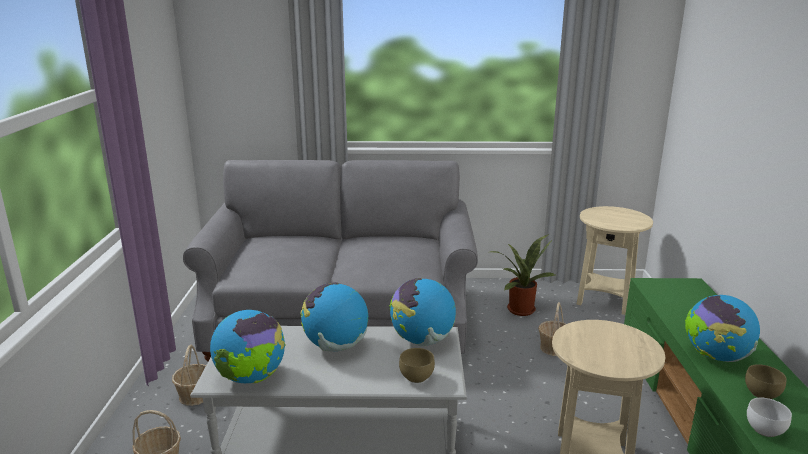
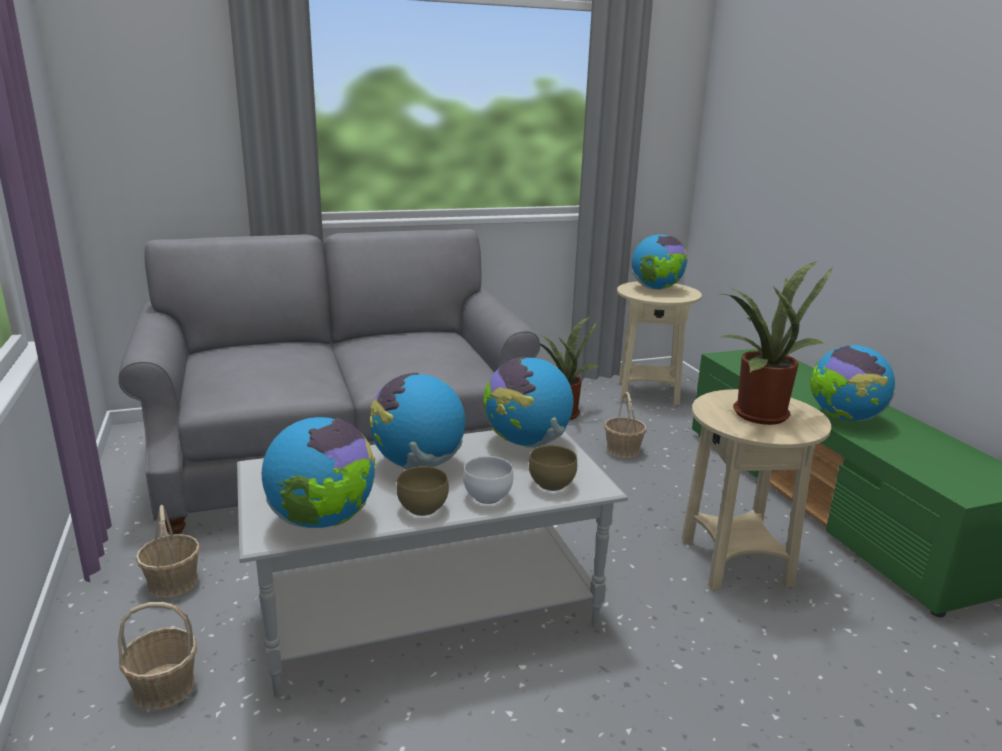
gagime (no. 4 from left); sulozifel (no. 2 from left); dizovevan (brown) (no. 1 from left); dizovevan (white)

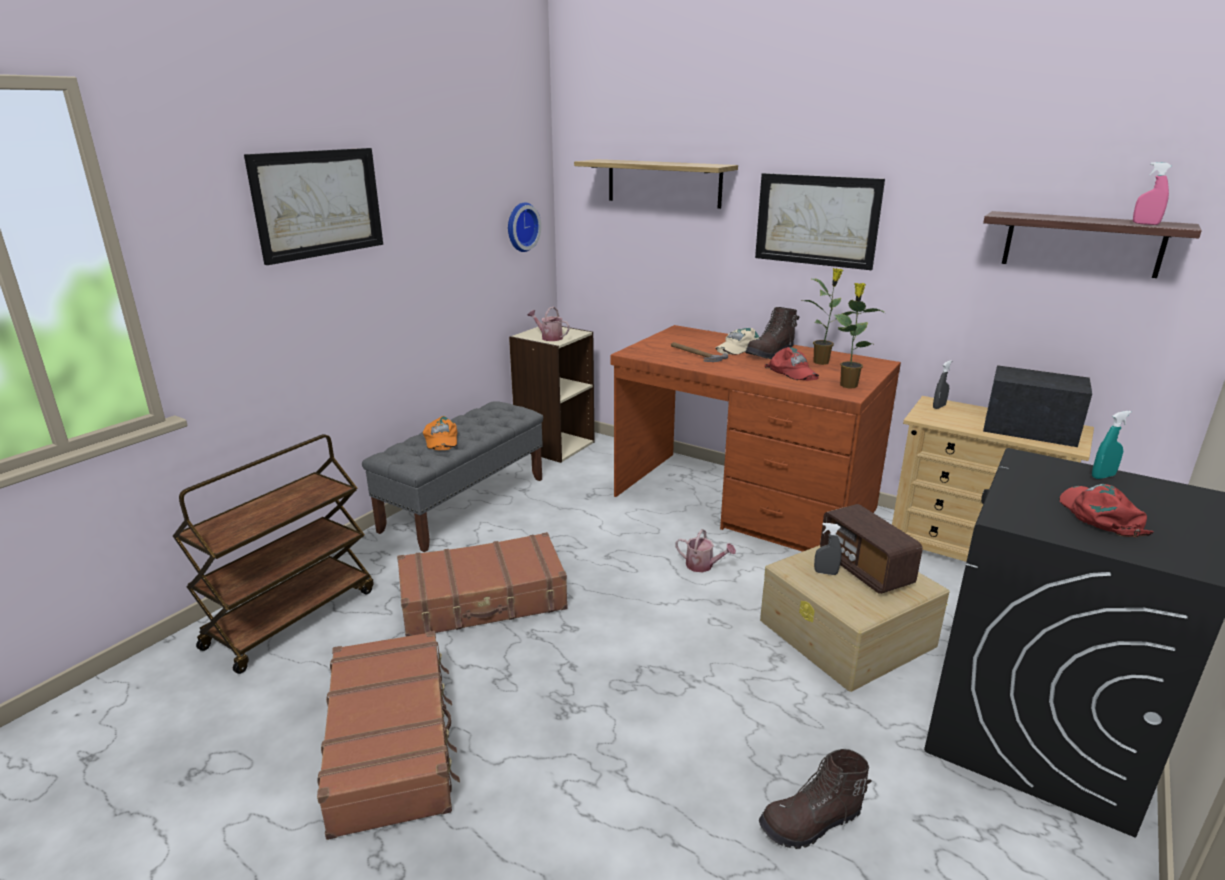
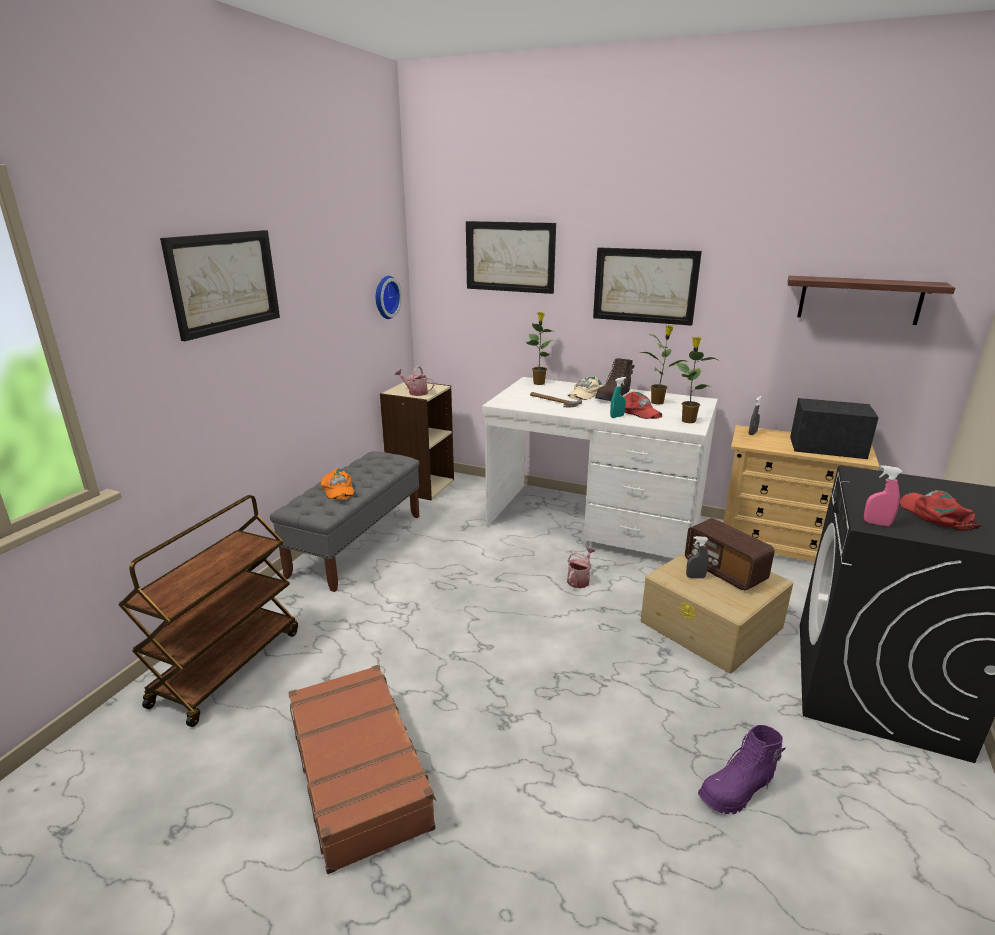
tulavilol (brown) (no. 2 from left in the first image); sulozifel (no. 1 from left); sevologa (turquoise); sevologa (pink); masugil (no. 2 from left); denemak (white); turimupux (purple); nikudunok (no. 2 from left)

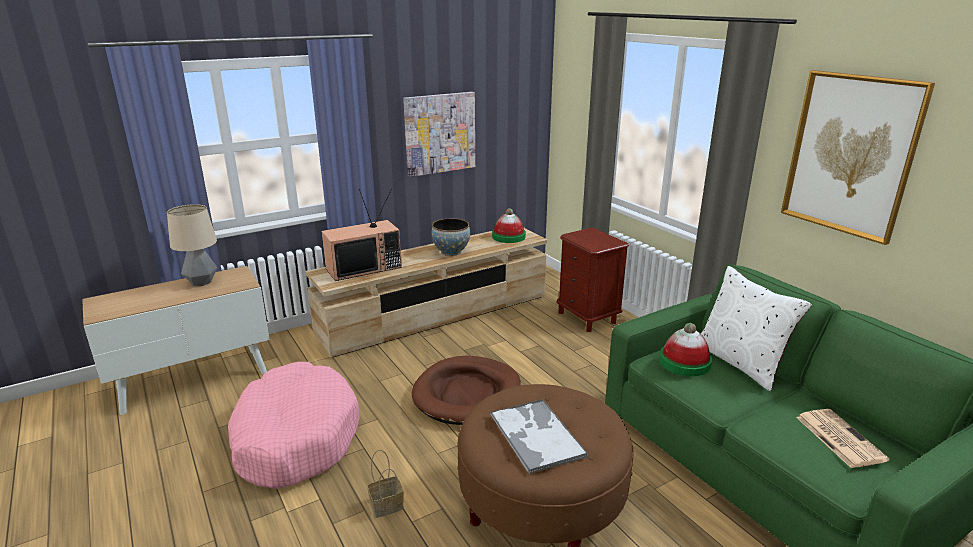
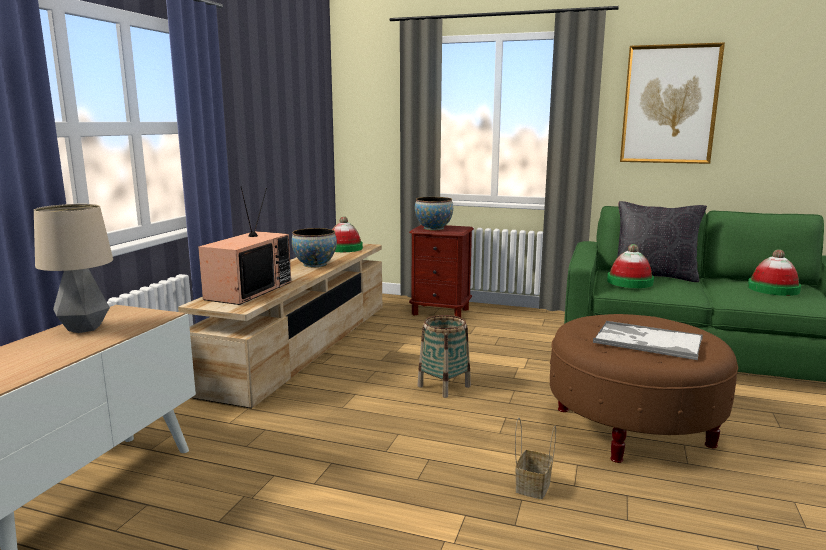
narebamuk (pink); masugil (no. 1 from left in the first image); dizovevan (no. 2 from left); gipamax (no. 1 from left); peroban (no. 3 from left); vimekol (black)

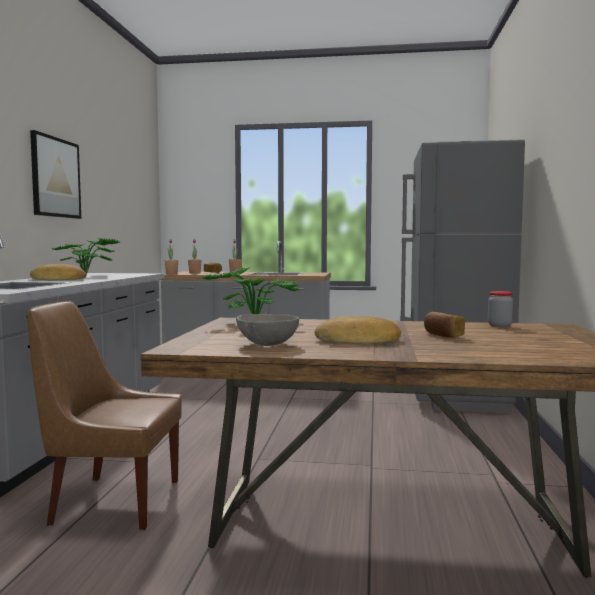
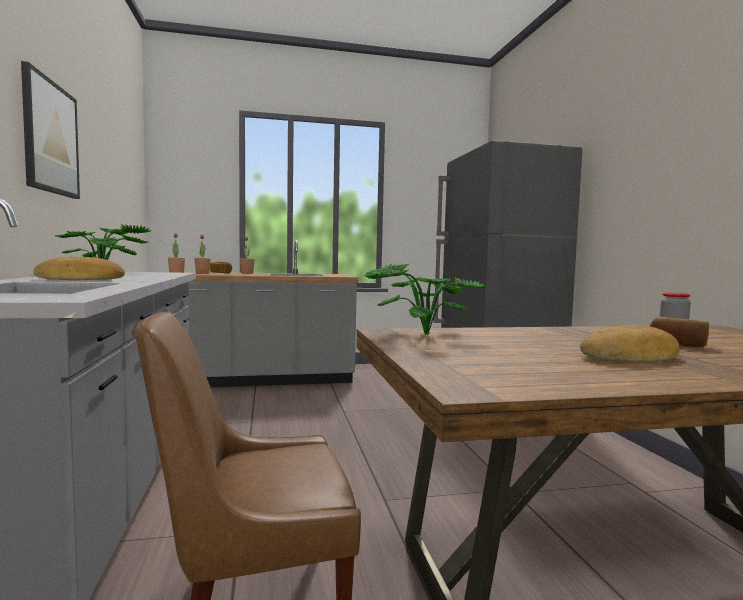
dizovevan (grey)

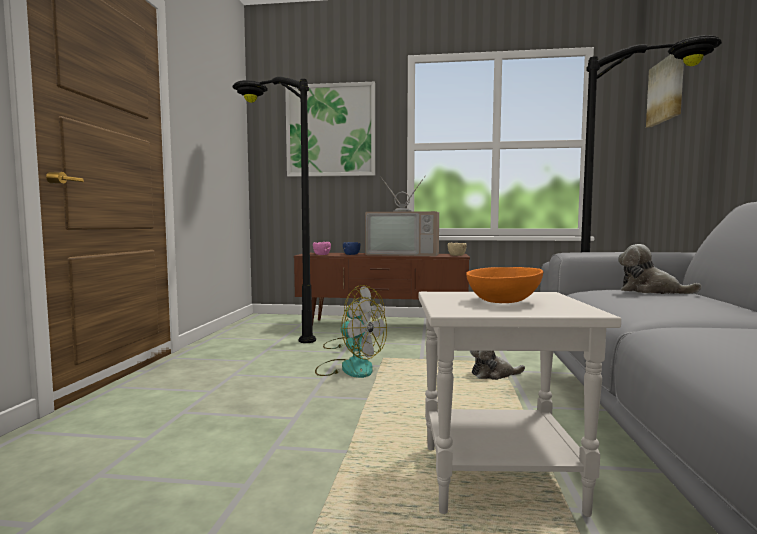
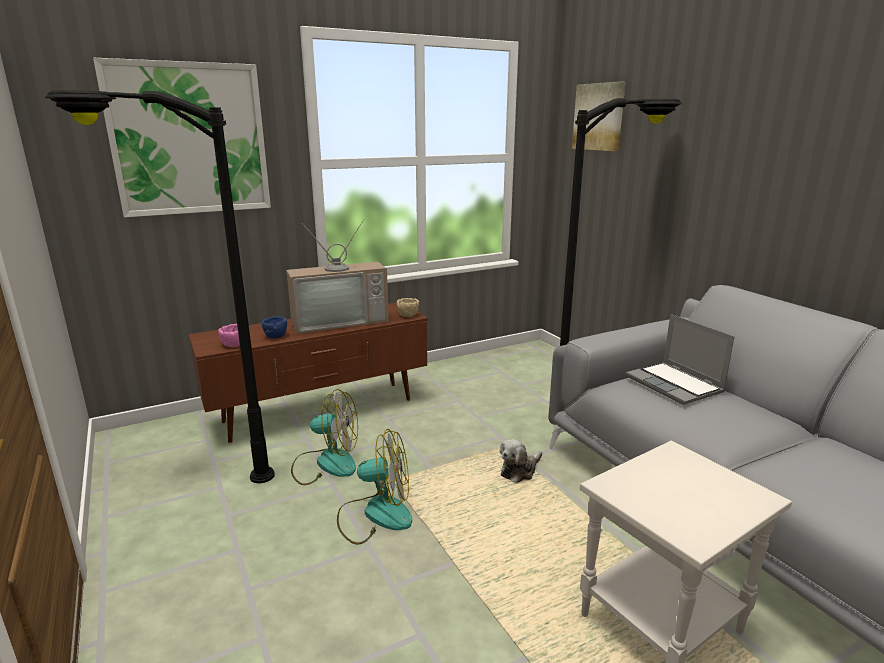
dizovevan (orange); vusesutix

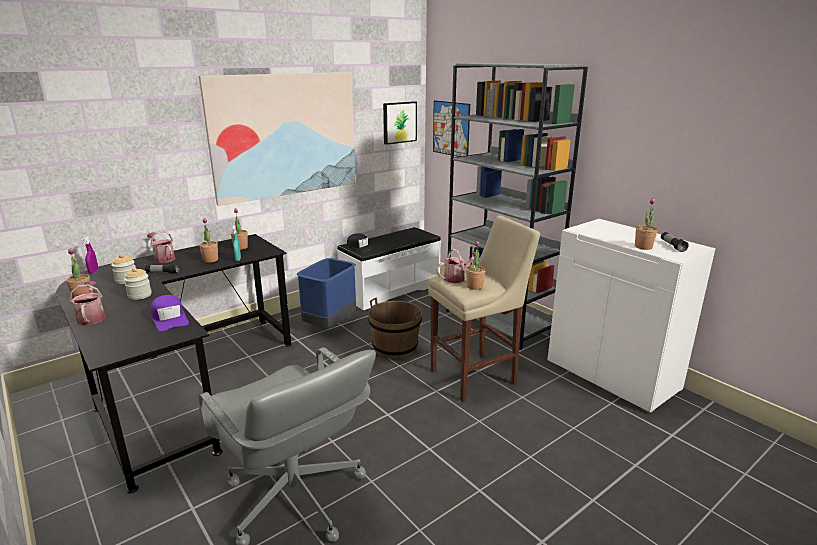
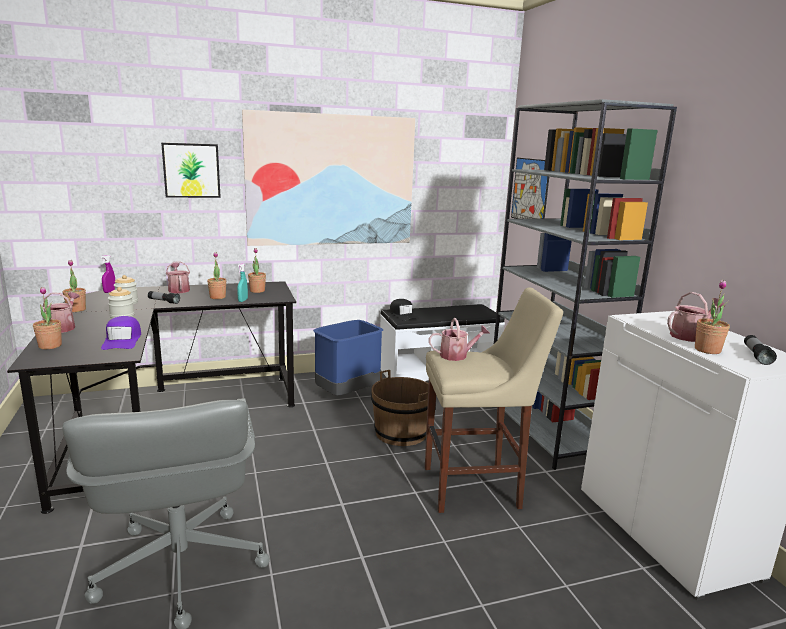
nikudunok (no. 4 from left); masugil (no. 1 from left); sulozifel (no. 1 from left)

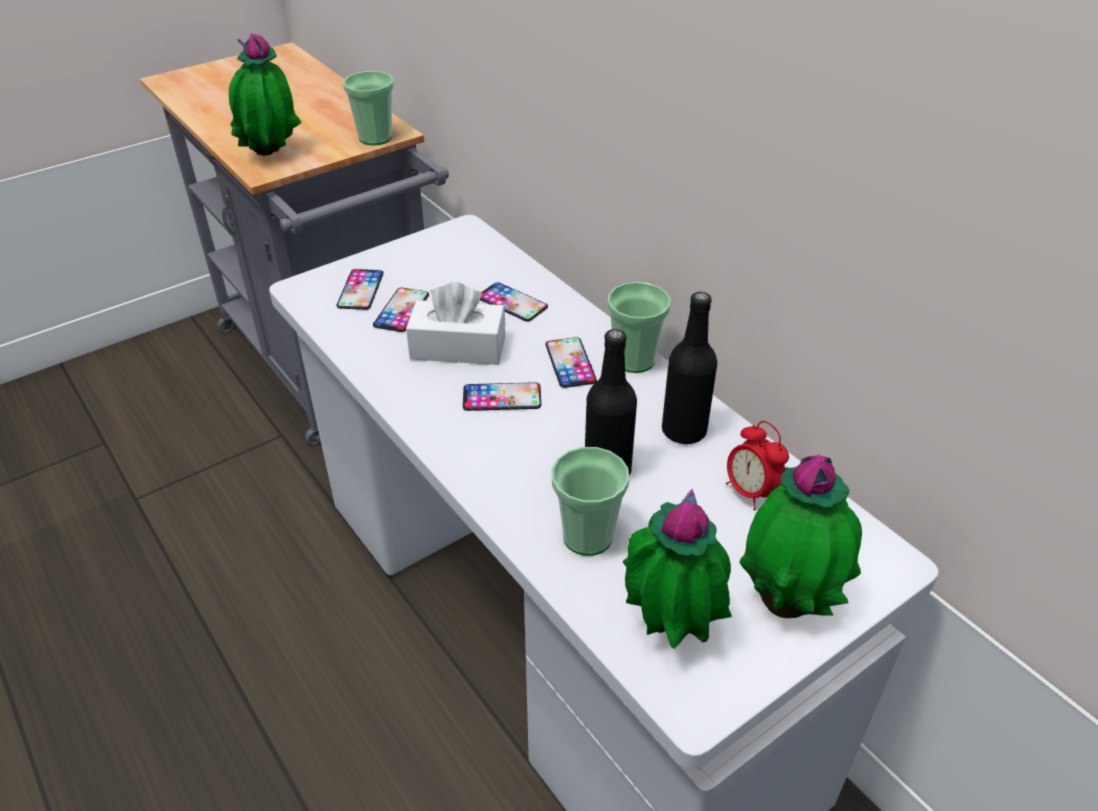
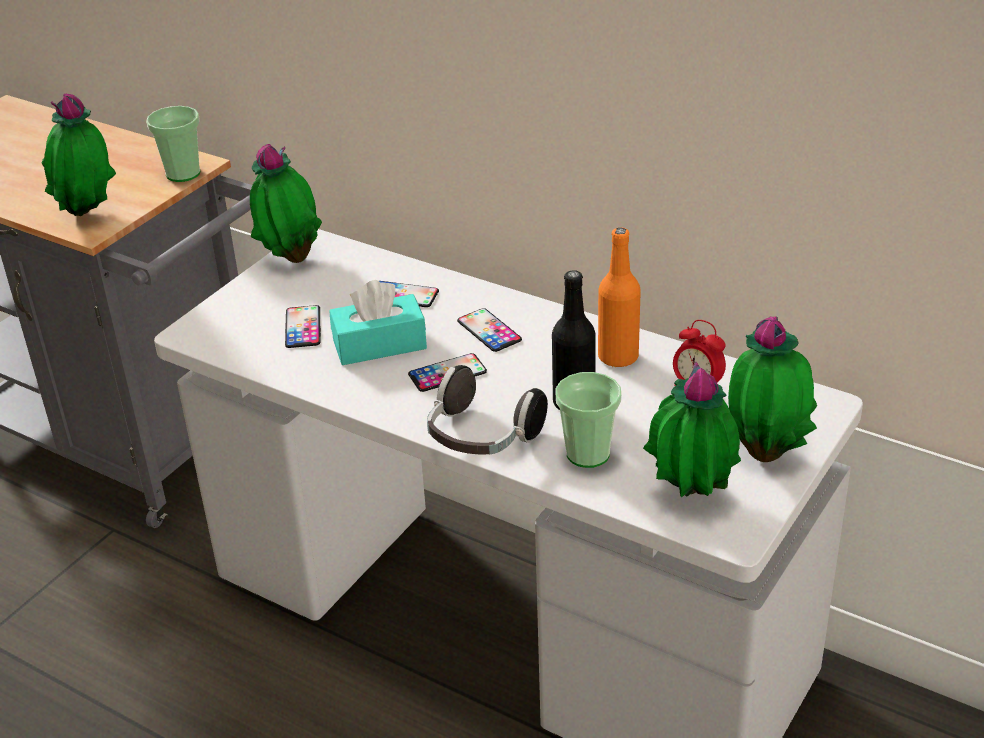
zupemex (no. 1 from left in the first image); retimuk (no. 3 from left in the first image); sulozifel (no. 2 from left); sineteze; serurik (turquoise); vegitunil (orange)

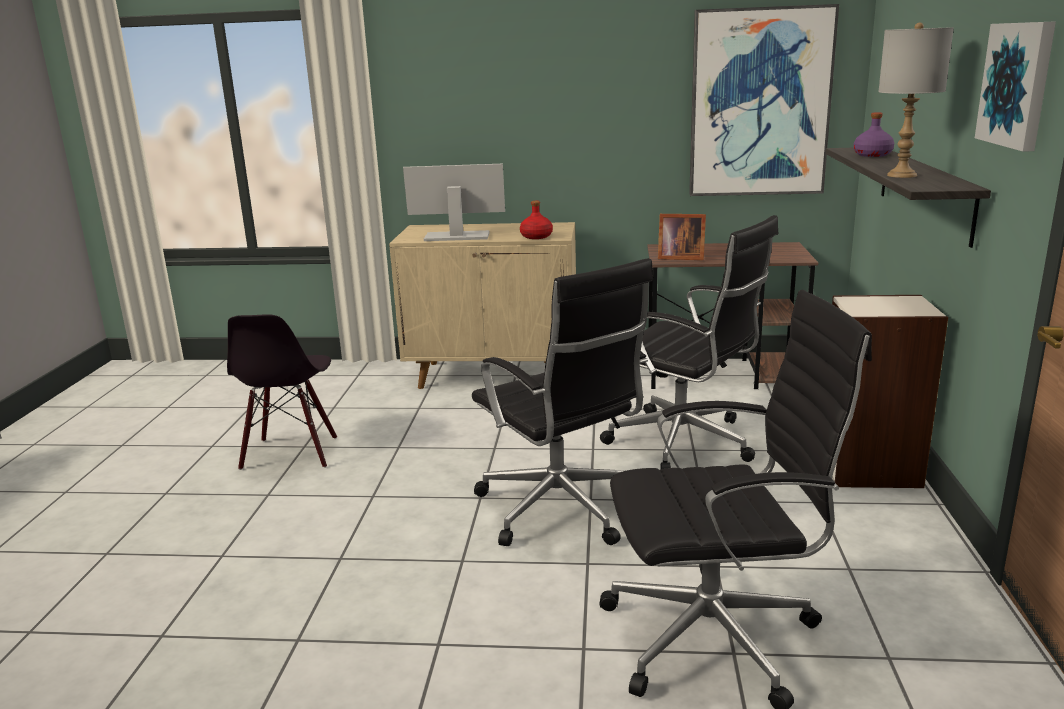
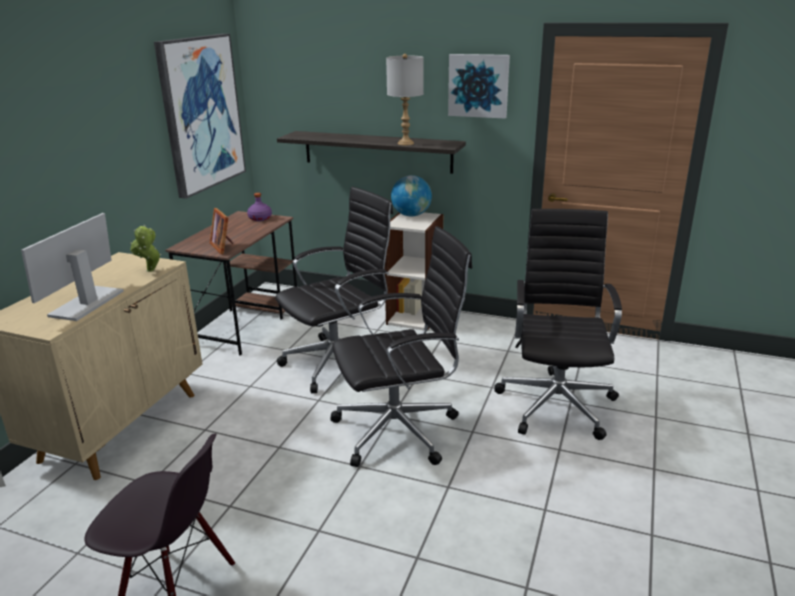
gagime; vegitunil (purple); sulozifel; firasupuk

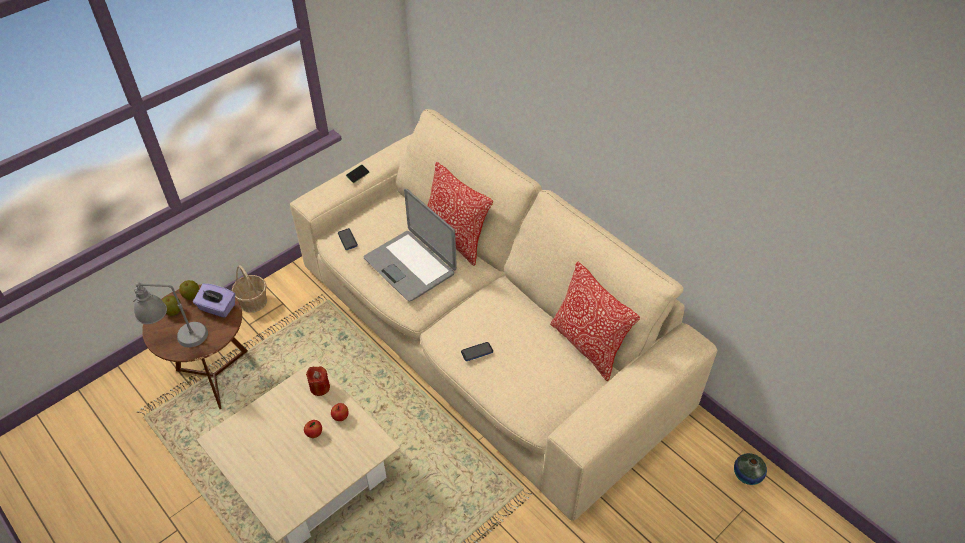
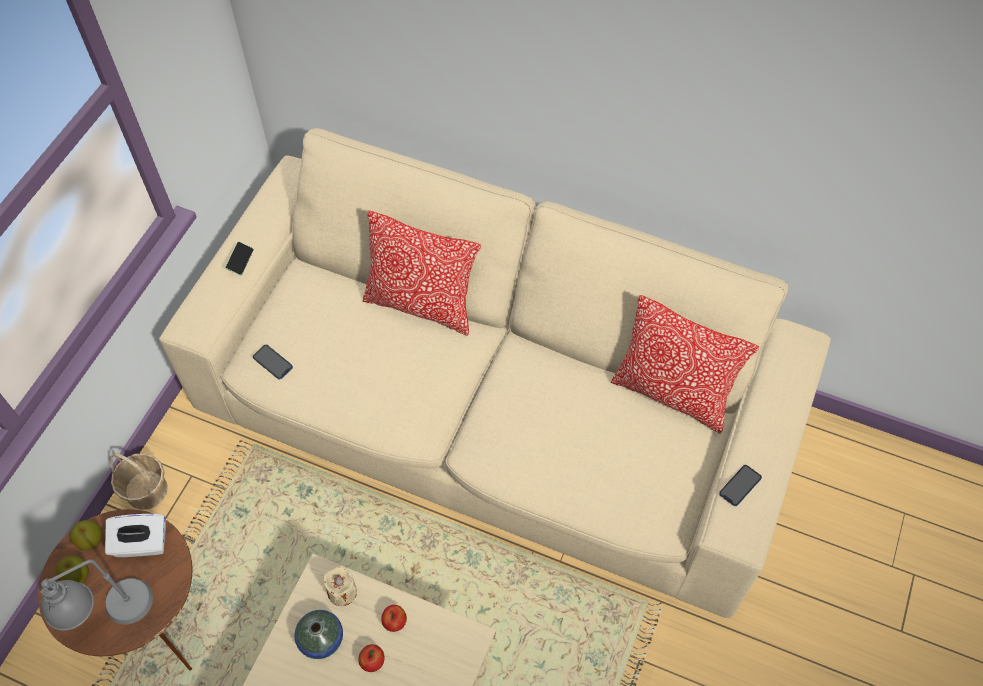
vusesutix; zupemex (no. 3 from left); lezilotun; serurik (white); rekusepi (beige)

